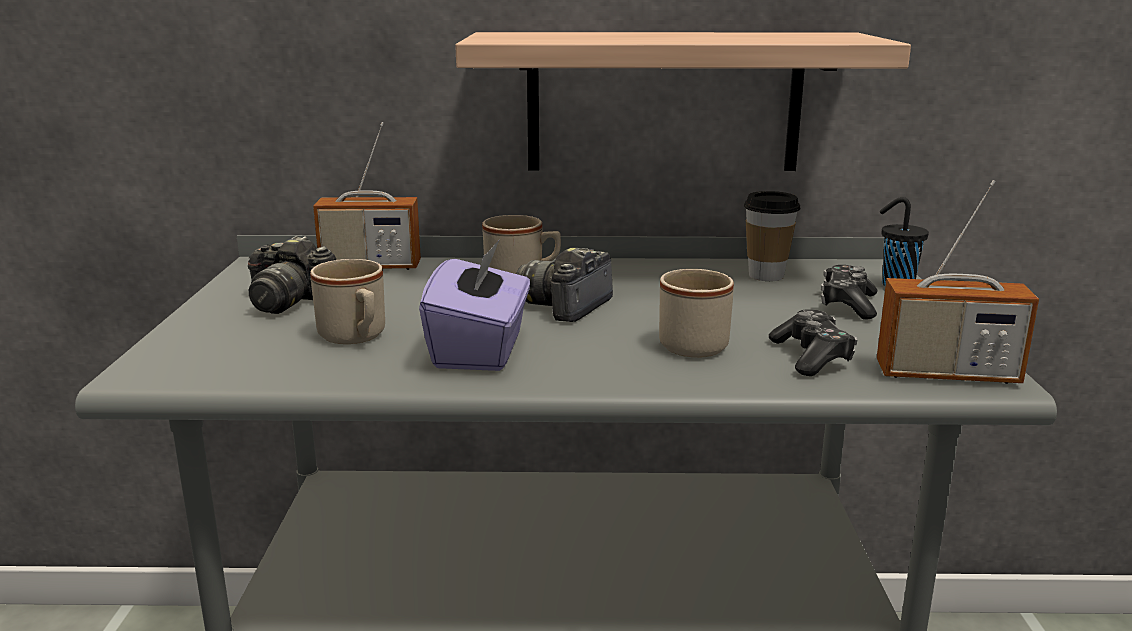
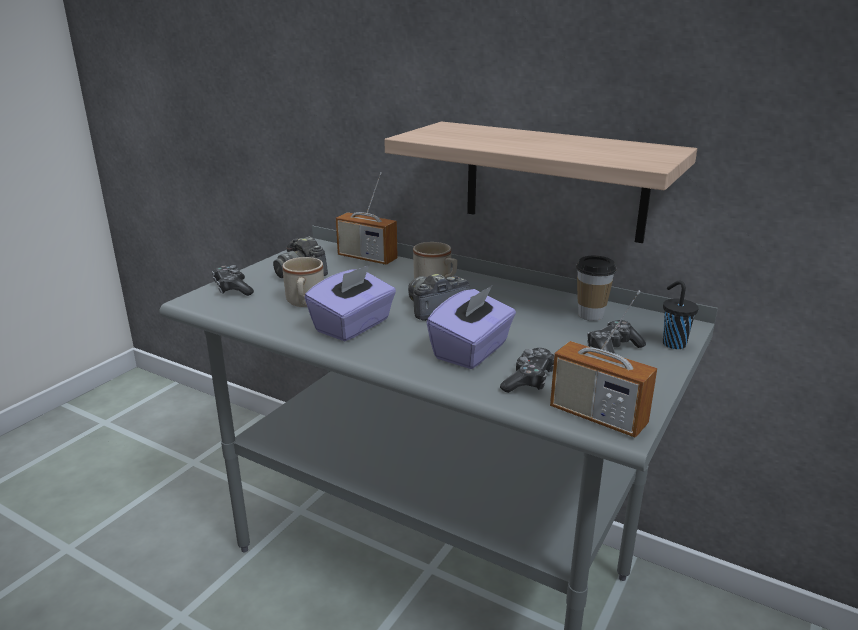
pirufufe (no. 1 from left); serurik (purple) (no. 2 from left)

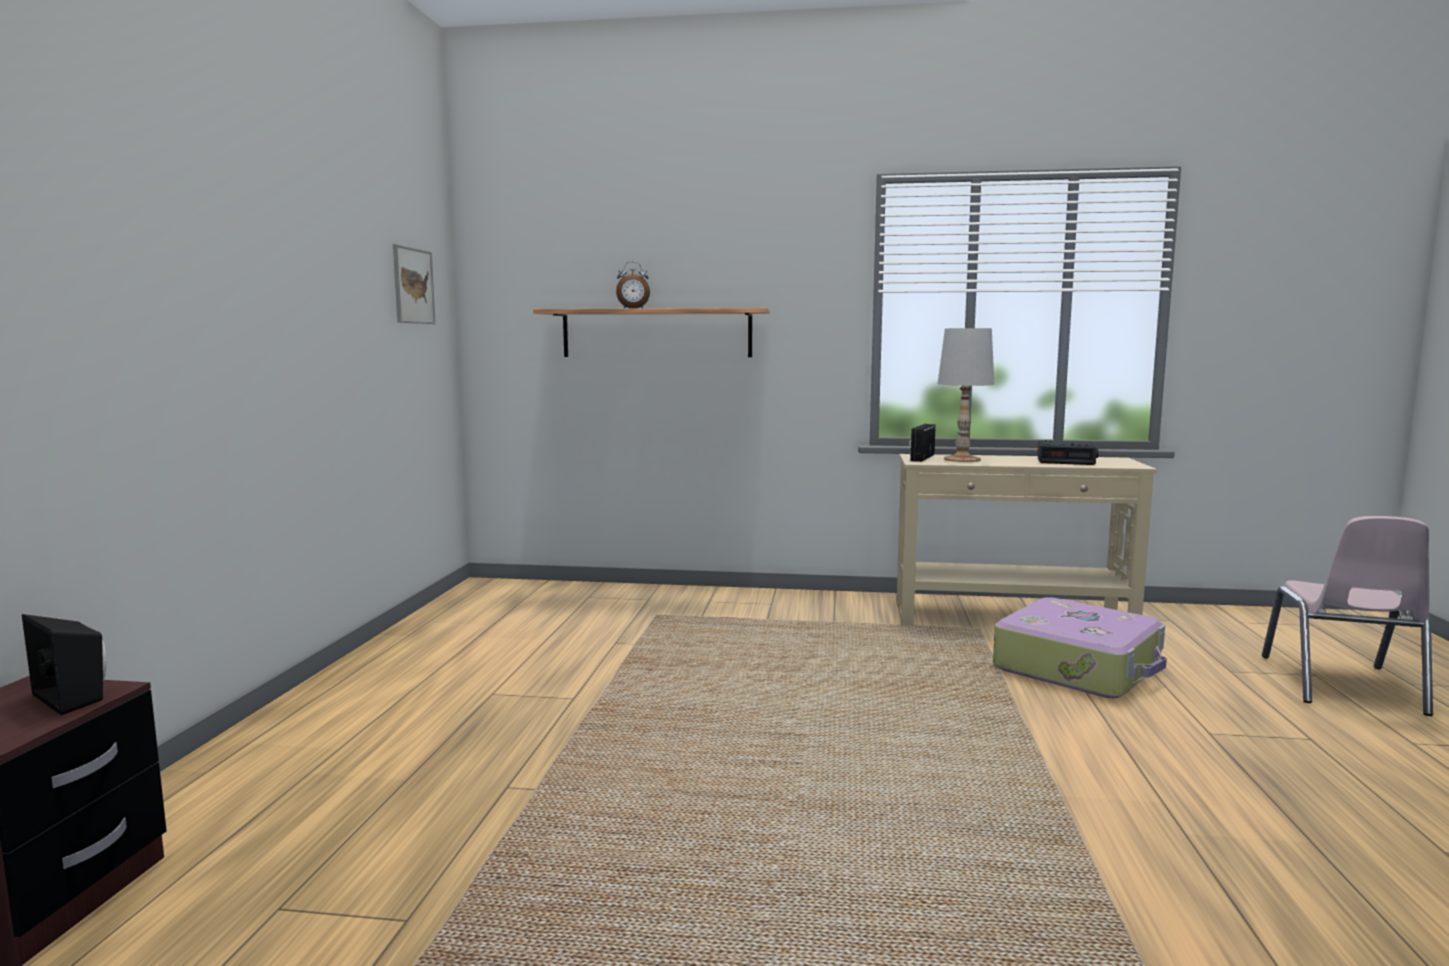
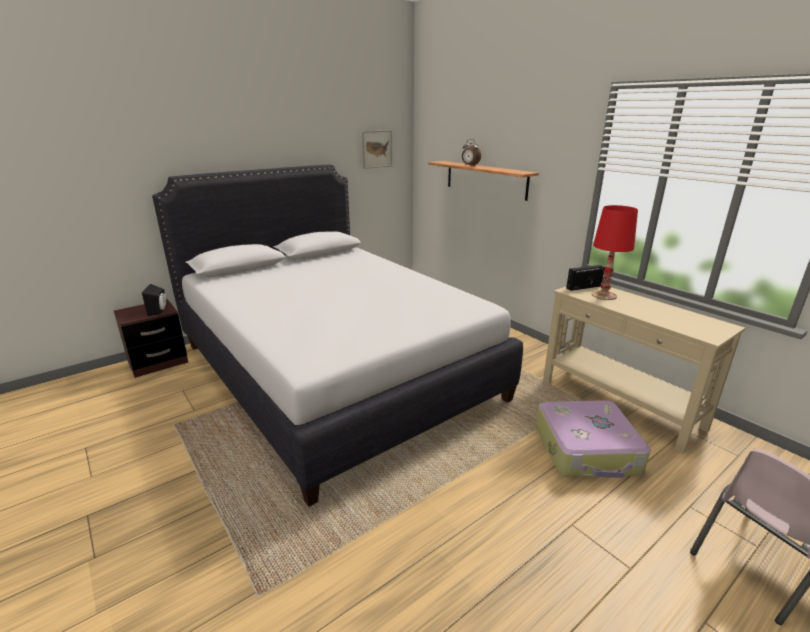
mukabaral (no. 2 from left in the first image); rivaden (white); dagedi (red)

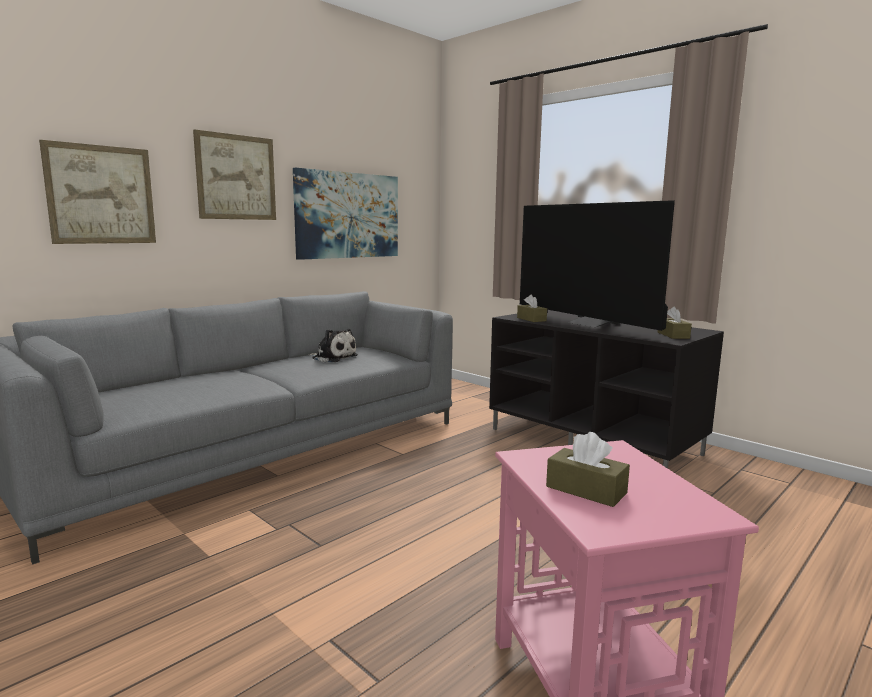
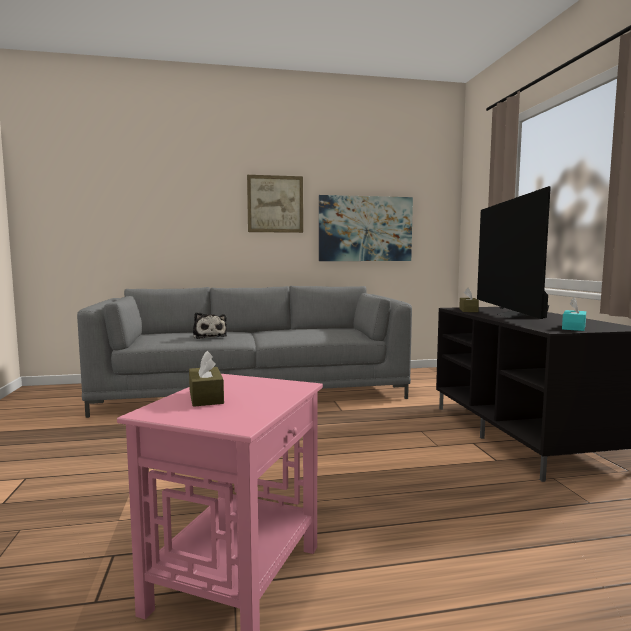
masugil (no. 1 from left in the first image); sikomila; serurik (turquoise)

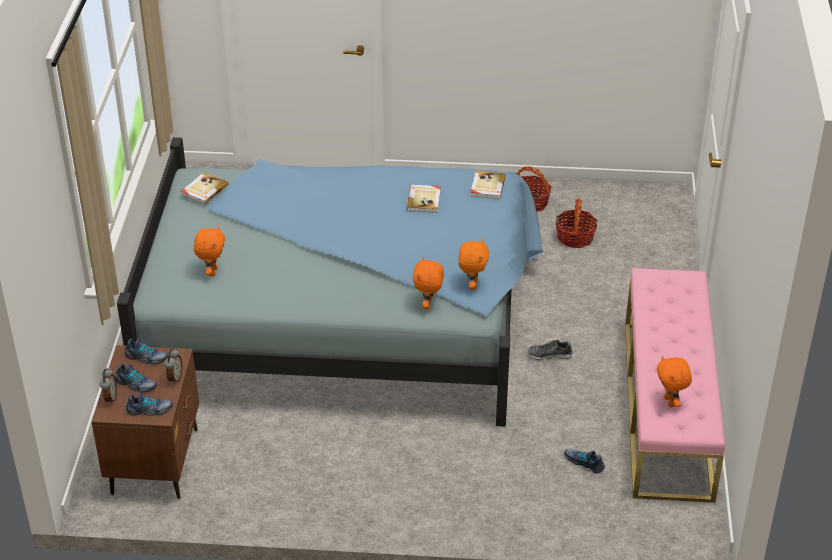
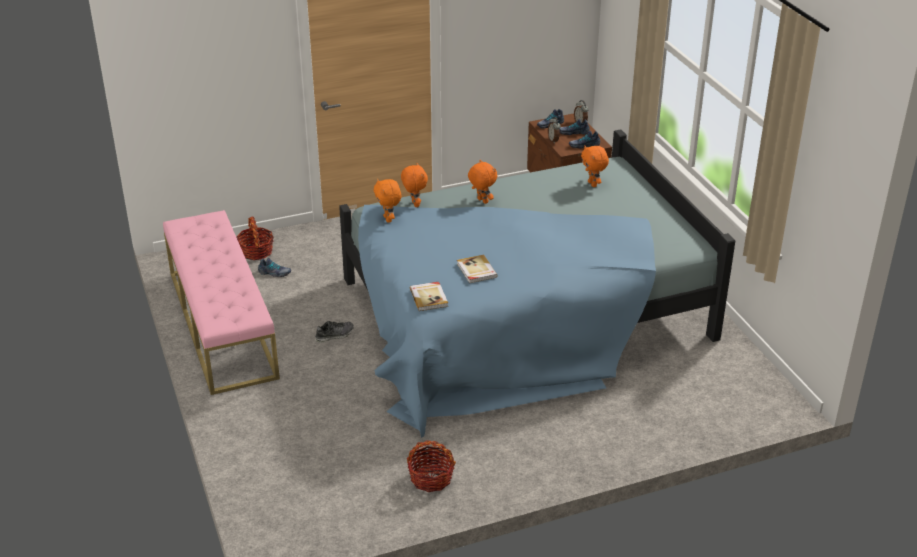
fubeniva (no. 1 from left in the first image); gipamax (no. 1 from left); sikomila (orange) (no. 3 from left)

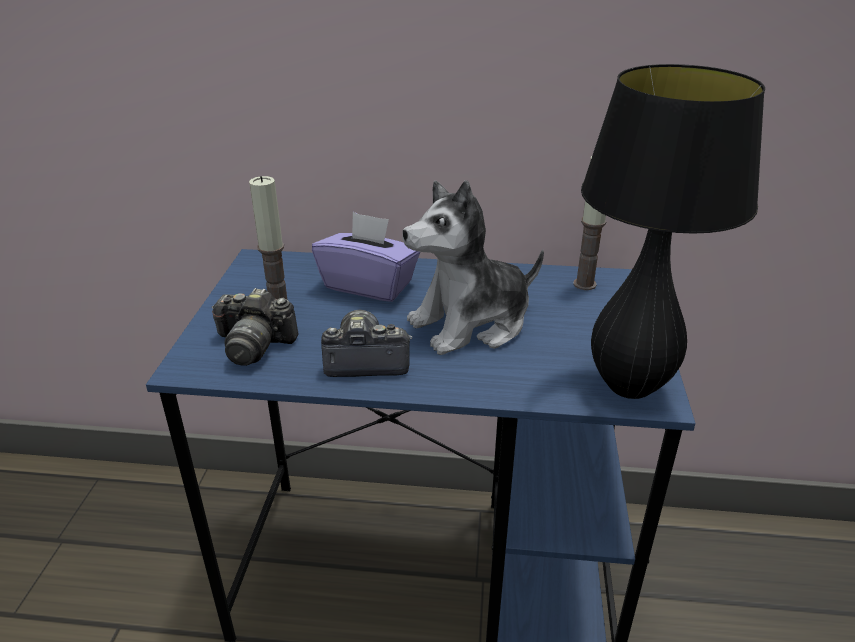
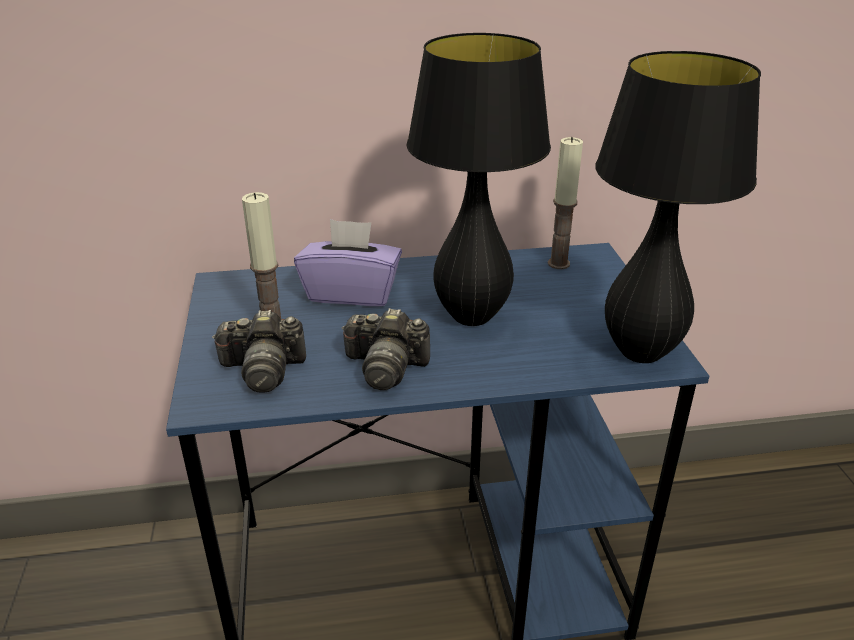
dagedi (black) (no. 1 from left); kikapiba (no. 2 from left)

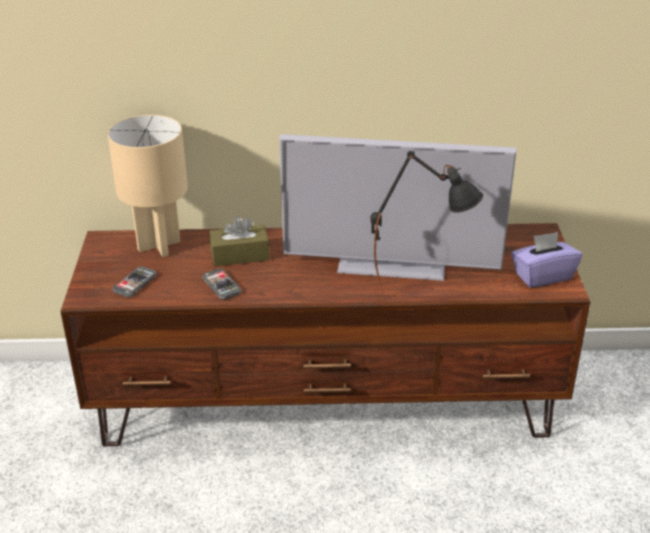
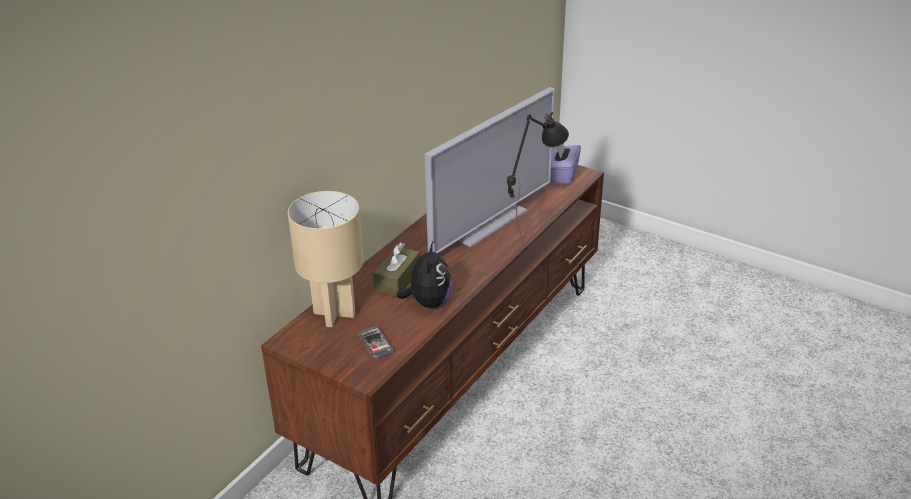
sikomila

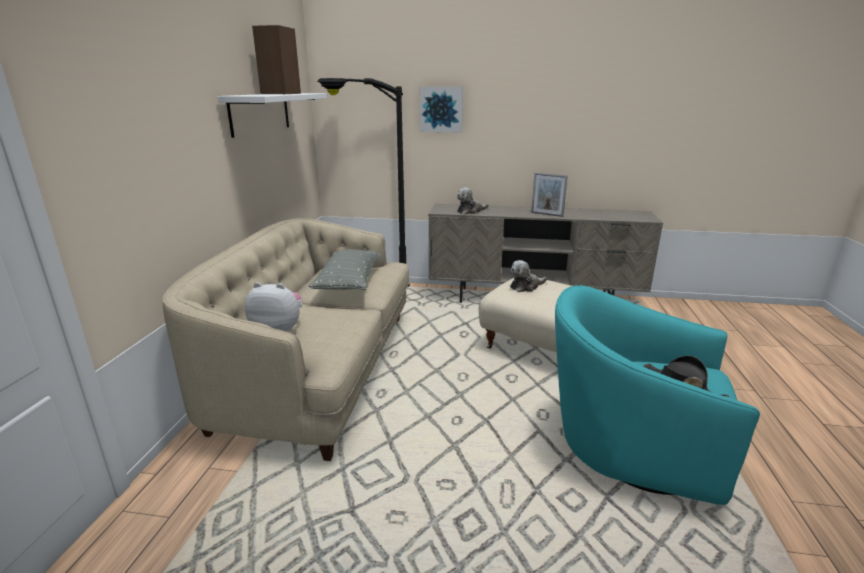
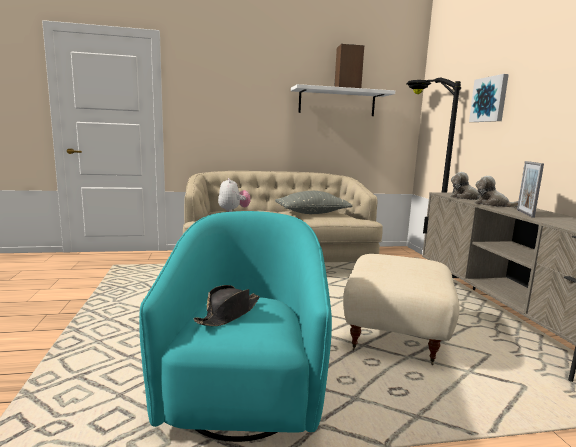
sikomila (no. 3 from left)

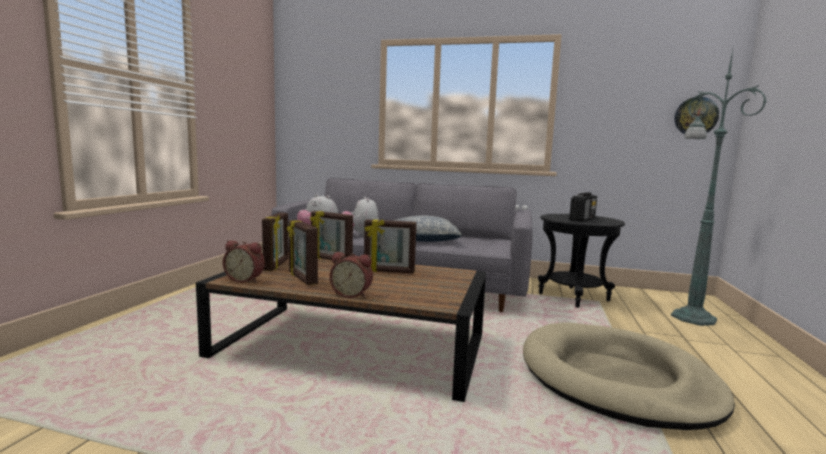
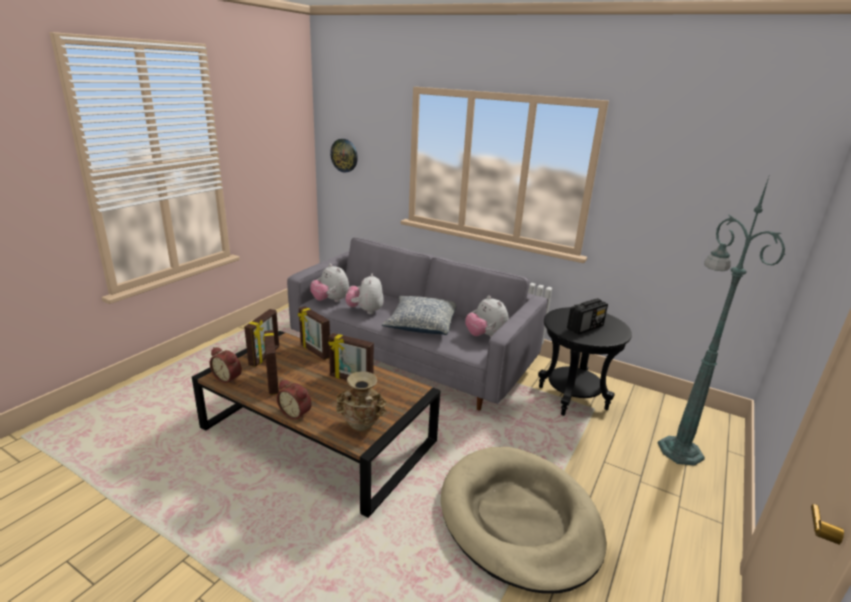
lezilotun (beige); sikomila (no. 3 from left); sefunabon

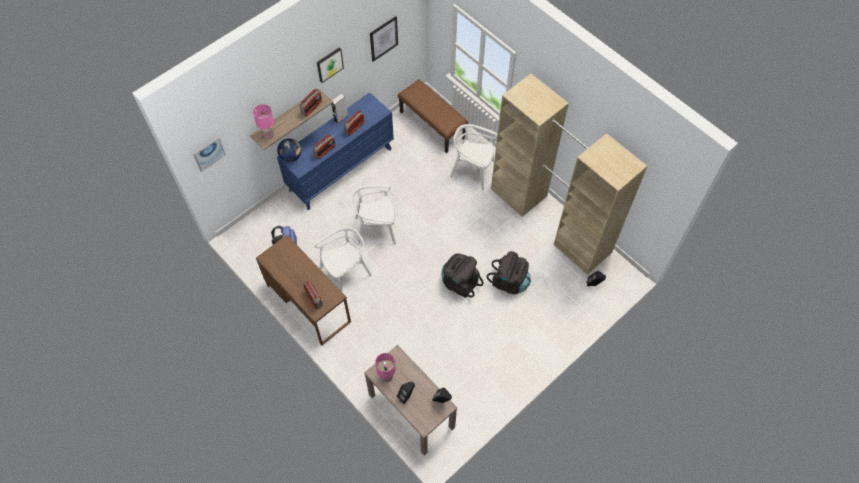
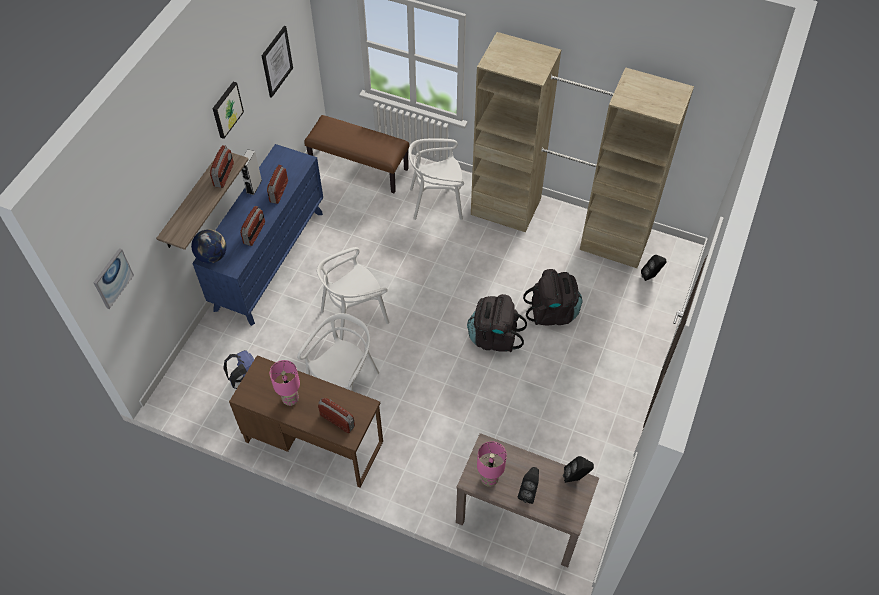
dagedi (pink) (no. 1 from left)

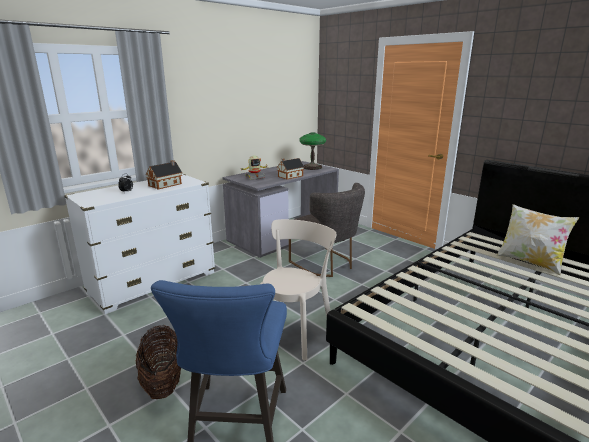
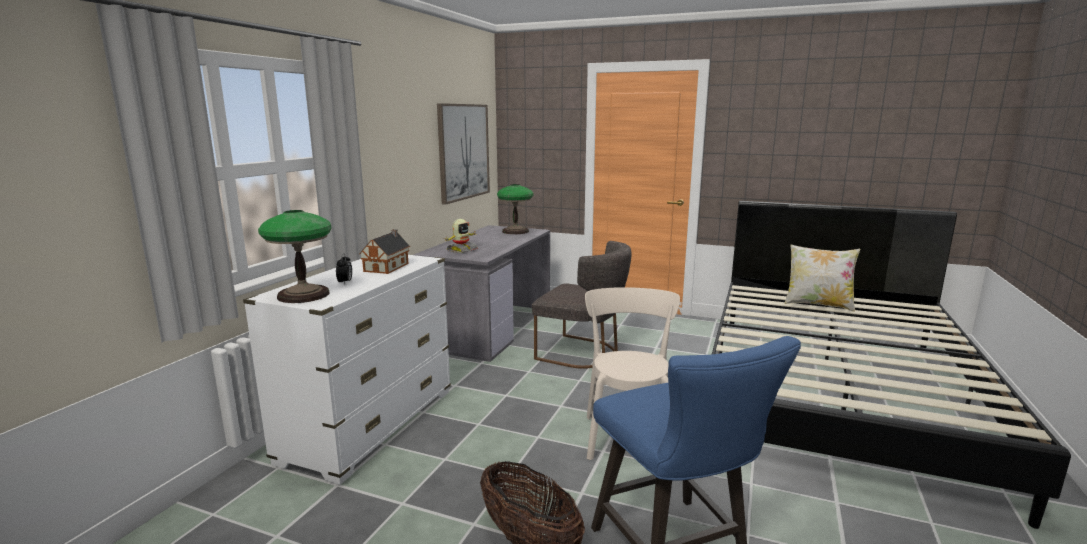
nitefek (no. 2 from left in the first image); dagedi (no. 1 from left); masugil

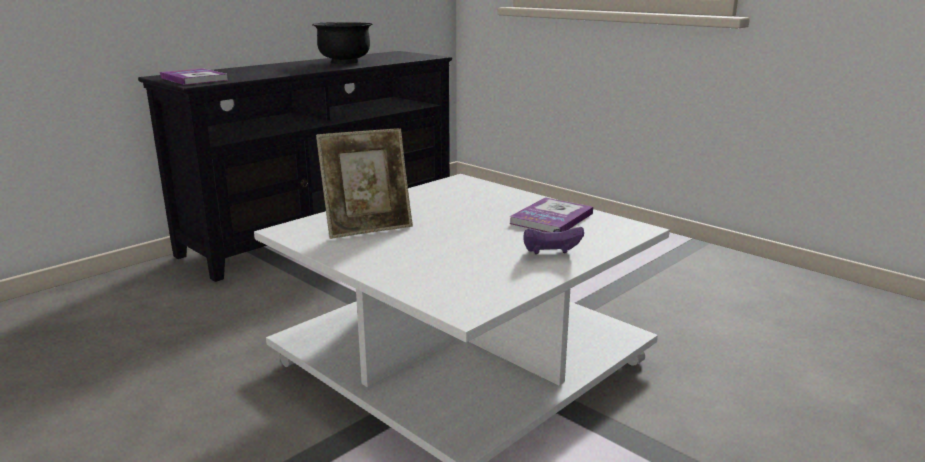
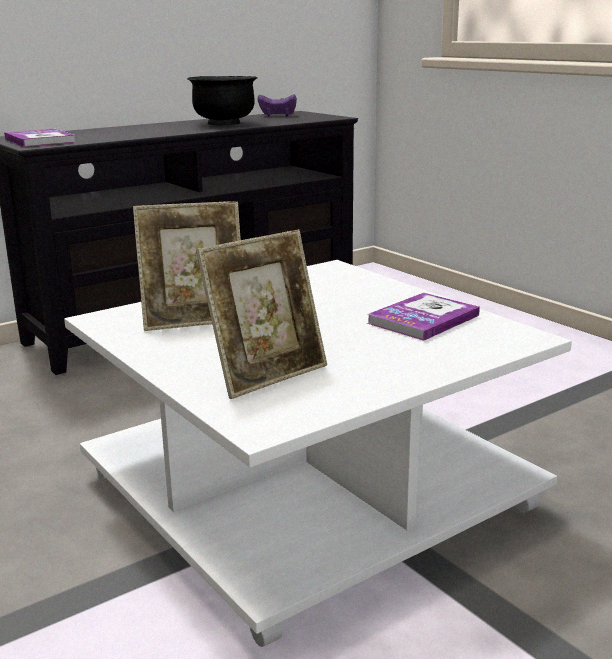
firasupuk (no. 2 from left); pirufufe (purple)

